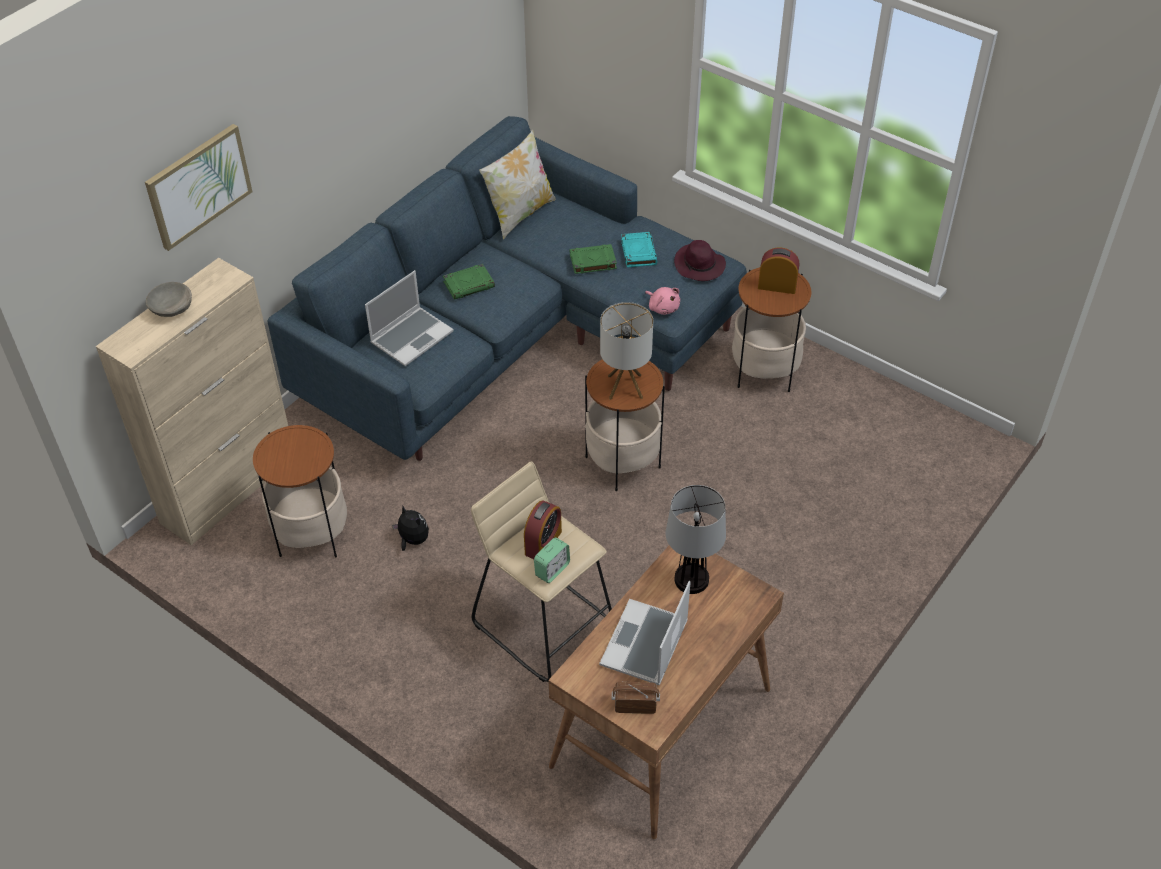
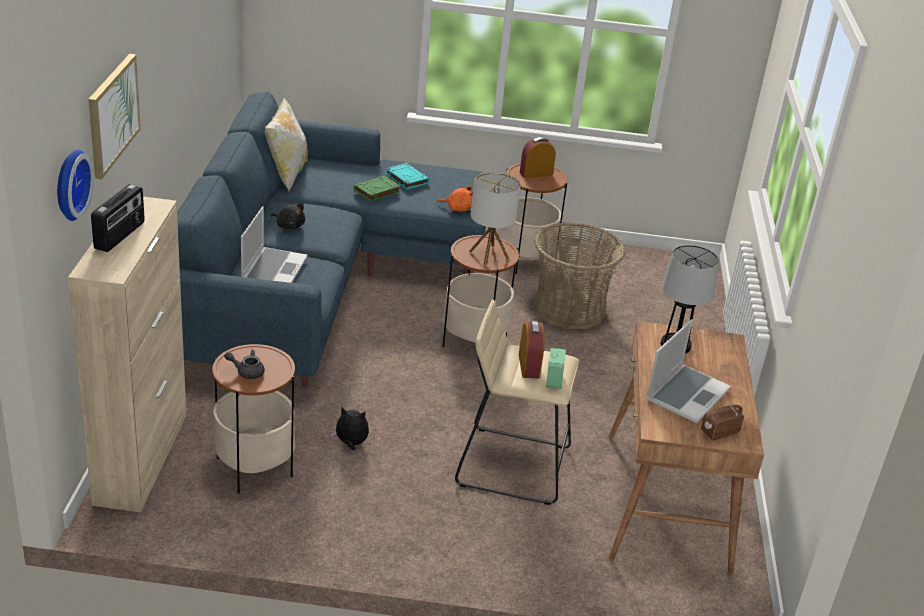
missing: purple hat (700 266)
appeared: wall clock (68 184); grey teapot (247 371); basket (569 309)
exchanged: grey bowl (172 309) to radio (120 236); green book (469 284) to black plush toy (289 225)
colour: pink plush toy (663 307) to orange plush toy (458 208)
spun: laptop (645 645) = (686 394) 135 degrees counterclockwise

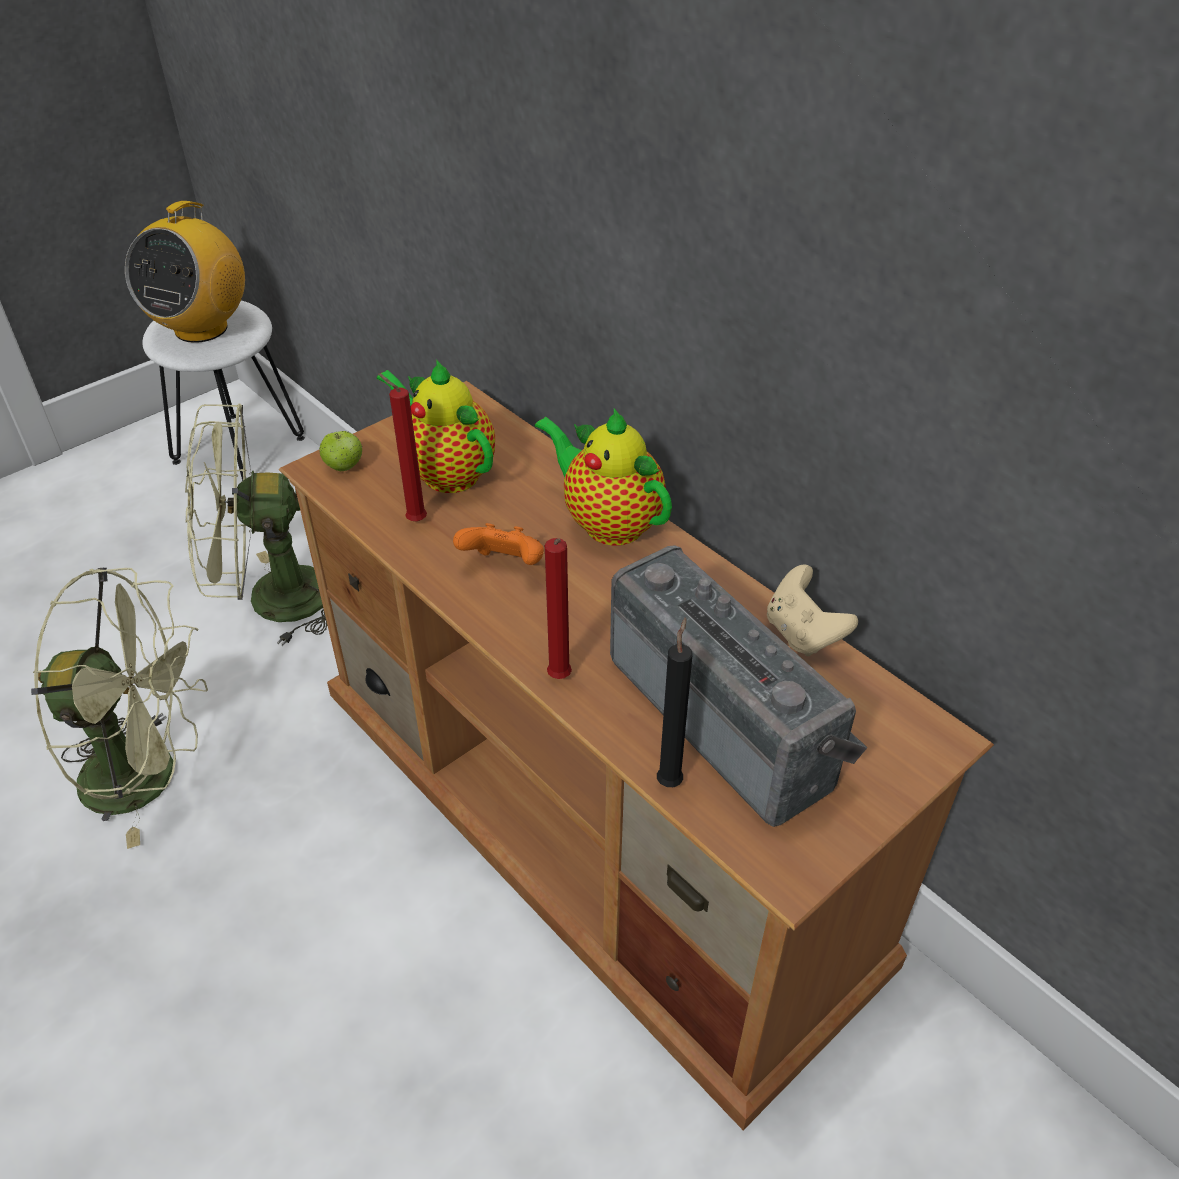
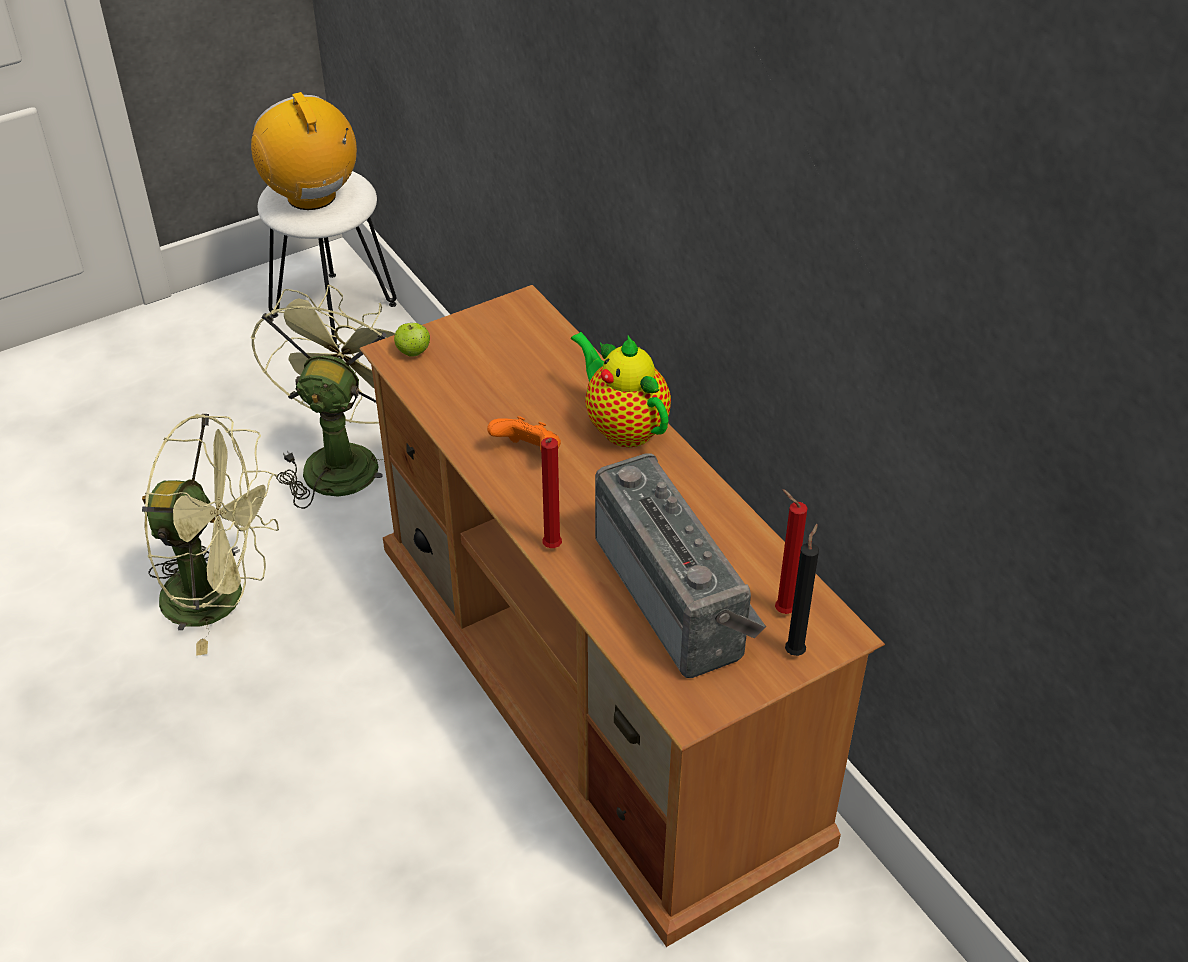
missing: teapot (446 472); beige game controller (802 634)
relocated: red candle (413 520) to (781 610); black candle (670 779) to (796 650)
spun: radio (201 328) = (312 197) 120 degrees clockwise; green fan (271 601) = (344 458) 105 degrees clockwise

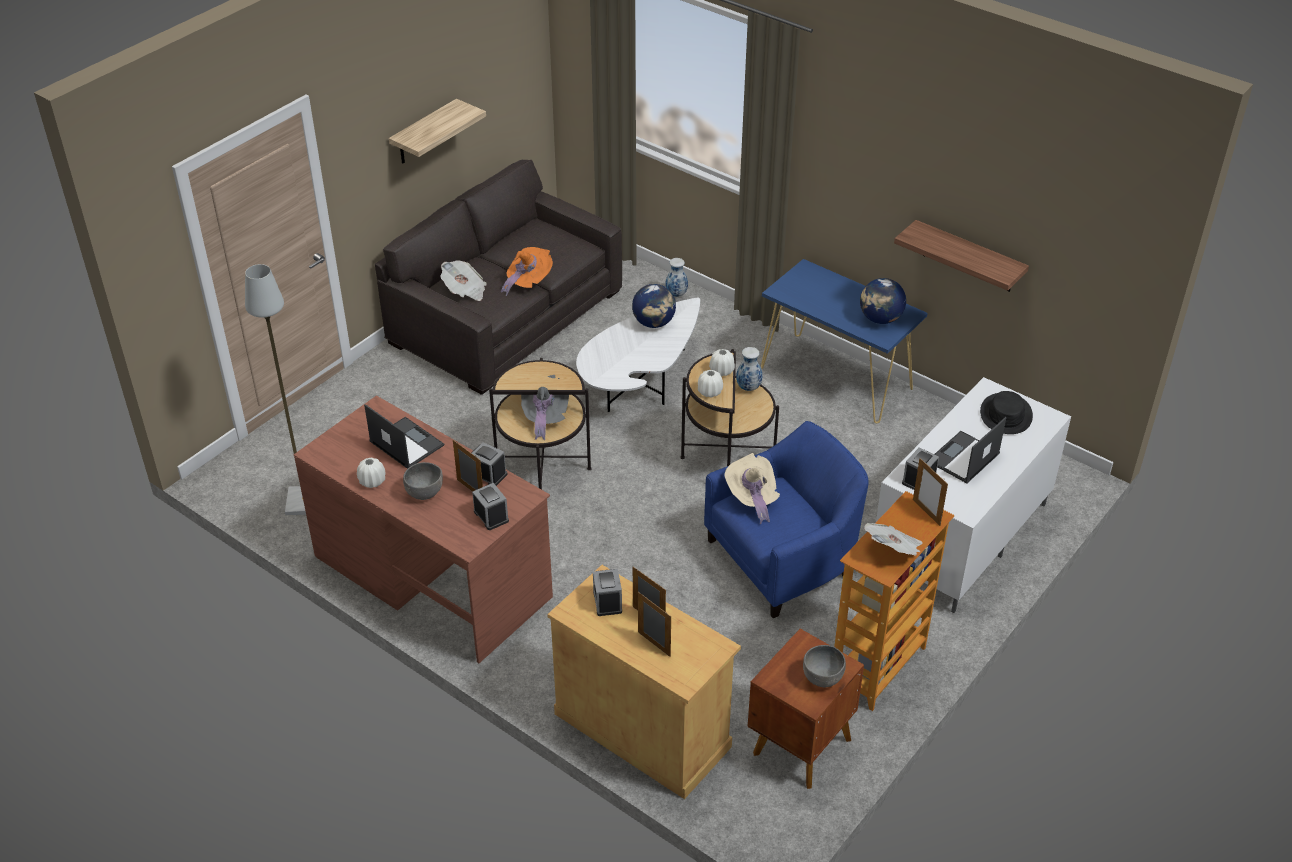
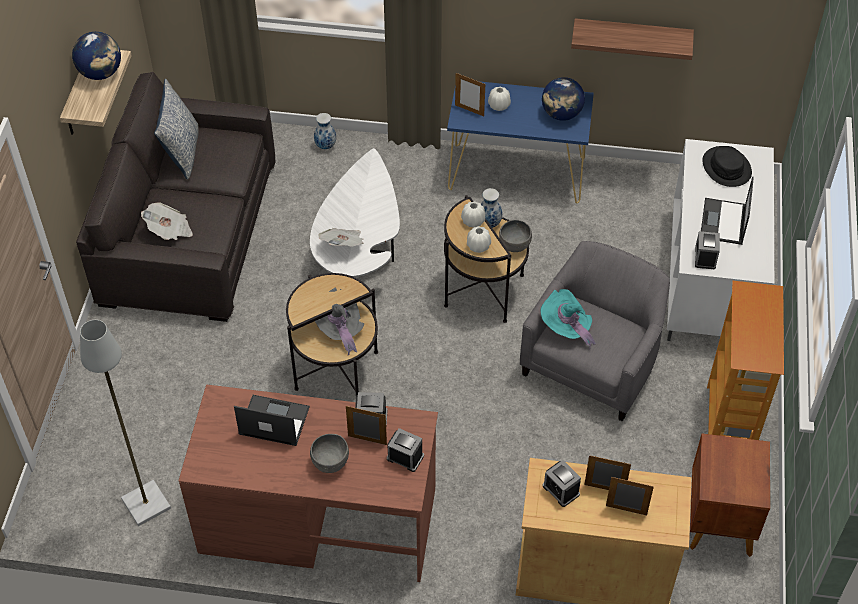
missing: orange hat (528 282)
appeared: pillow (182 152)
relocated: white vase (372 481) to (499 106); globe (654 323) to (101 73); grey bowl (822 678) to (514 246); newspaper (893 550) to (343 245); picture frame (926 512) to (469 110)
colour: blue armchair (784 558) to grey armchair (593 362); beige hat (752 498) to turquoise hat (566 328)

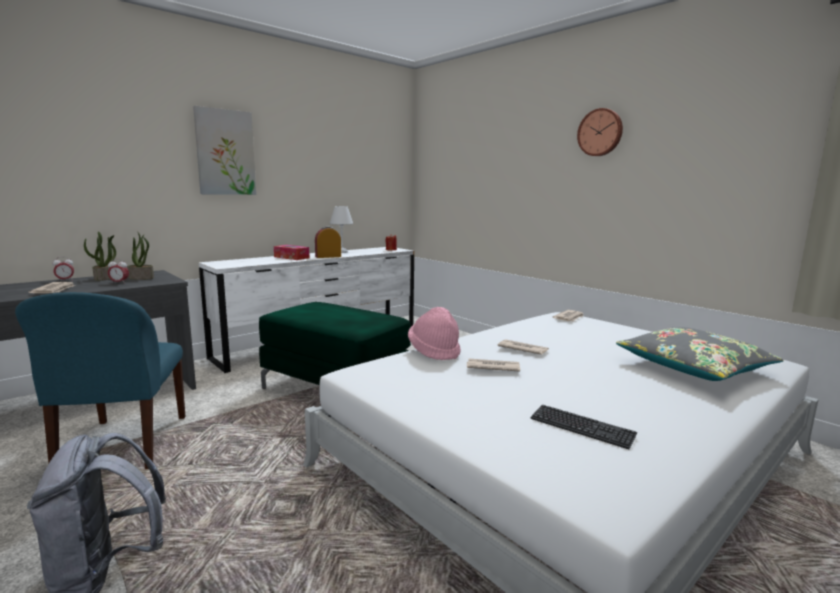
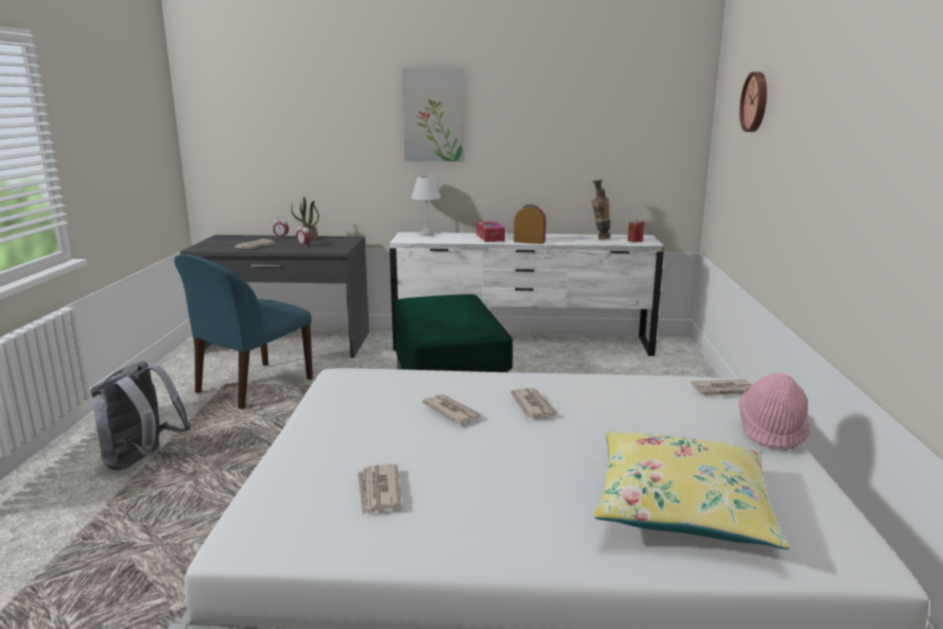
missing: potted plant (142 278)
appeared: vase (599 239)
relocated: white table lamp (341 252) to (426 234); pink hat (434 351) to (771 431); wall clock (600 132) to (756 102)
exchanged: keyboard (581 428) to newspaper (378 492)
colour: grey pillow (693 367) to yellow pillow (682 505)

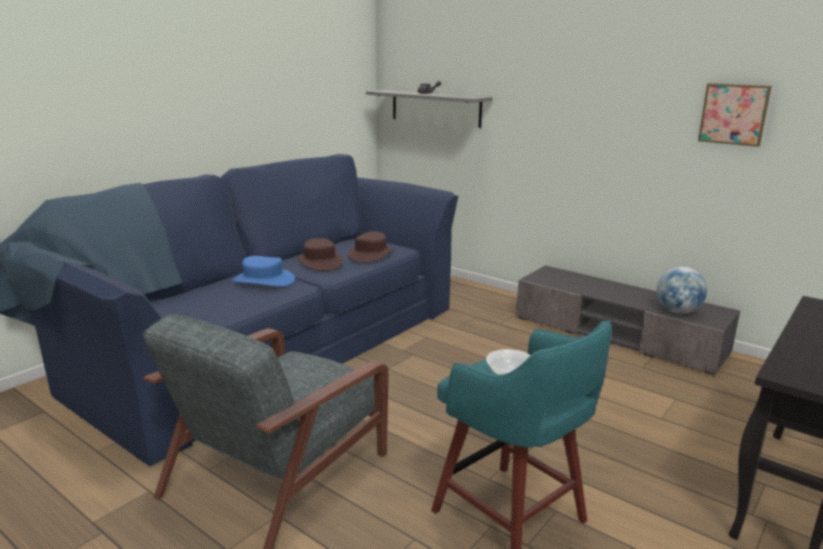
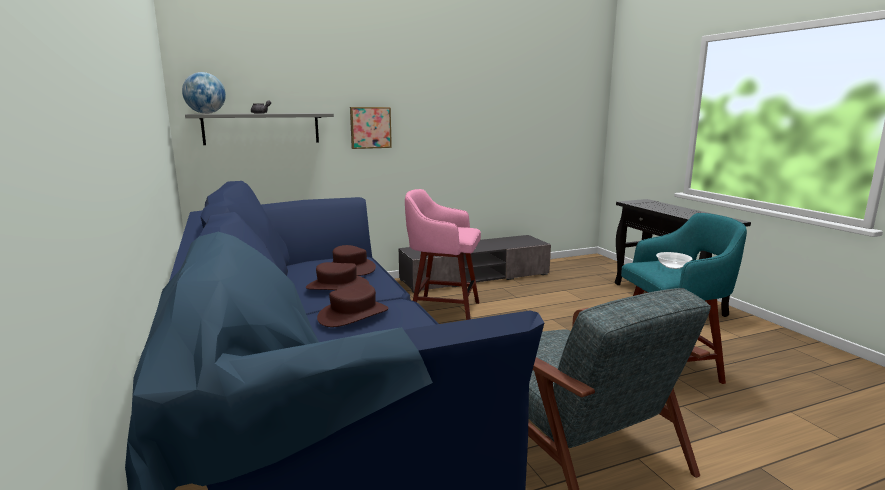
appeared: pink stool (443 310)
relocated: globe (678 311) to (206 113); picture (734 114) to (370 127)
colour: blue hat (263 280) to brown hat (353 314)

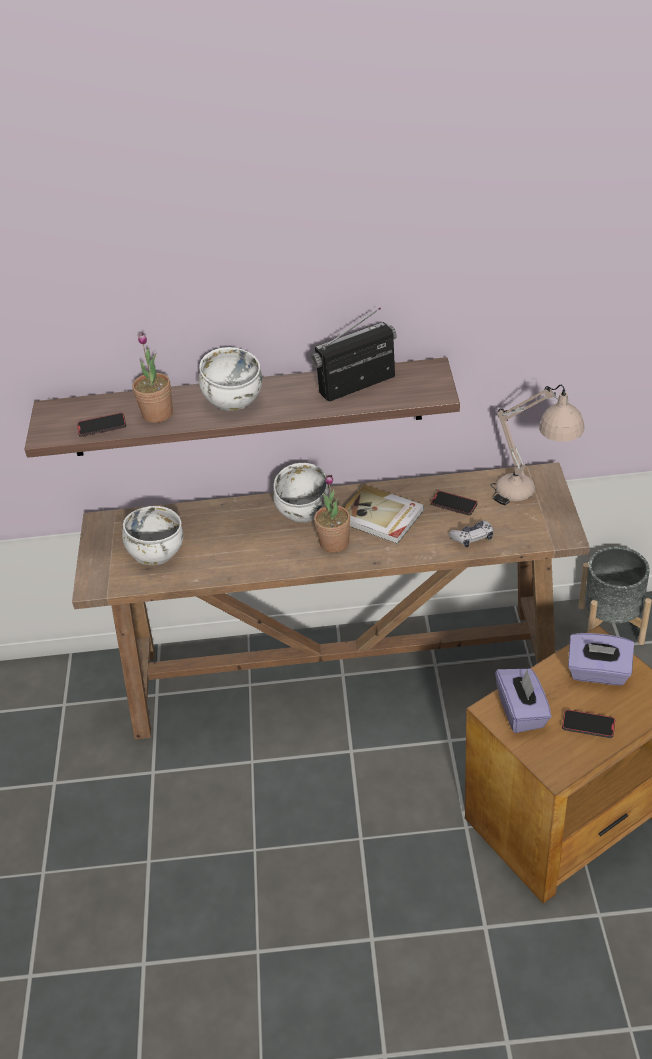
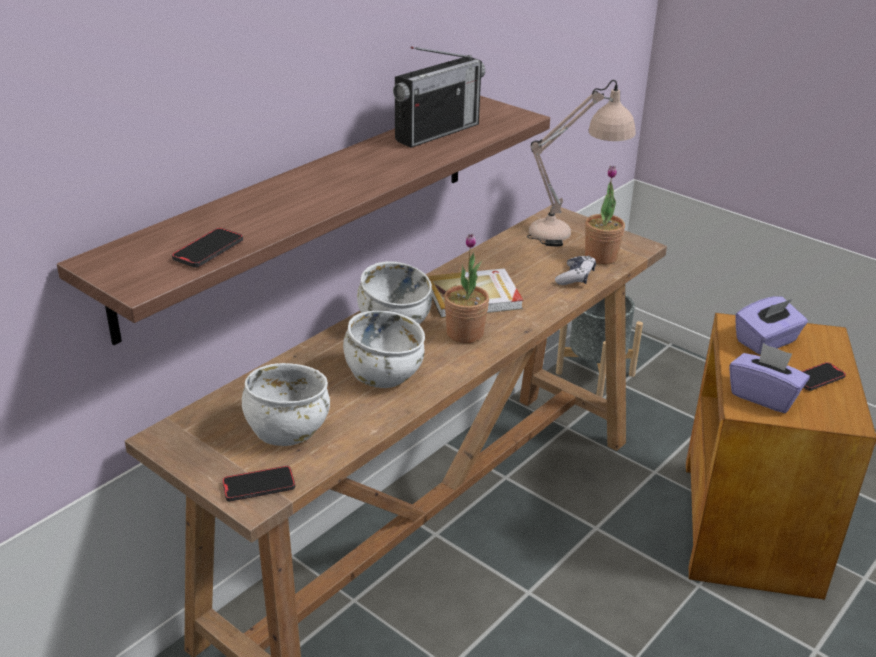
relocated: potted plant (157 414) to (601 257); white bowl (233 400) to (383 375); phone (454 504) to (259 486)
spun: radio (357 385) = (437 132) 150 degrees counterclockwise

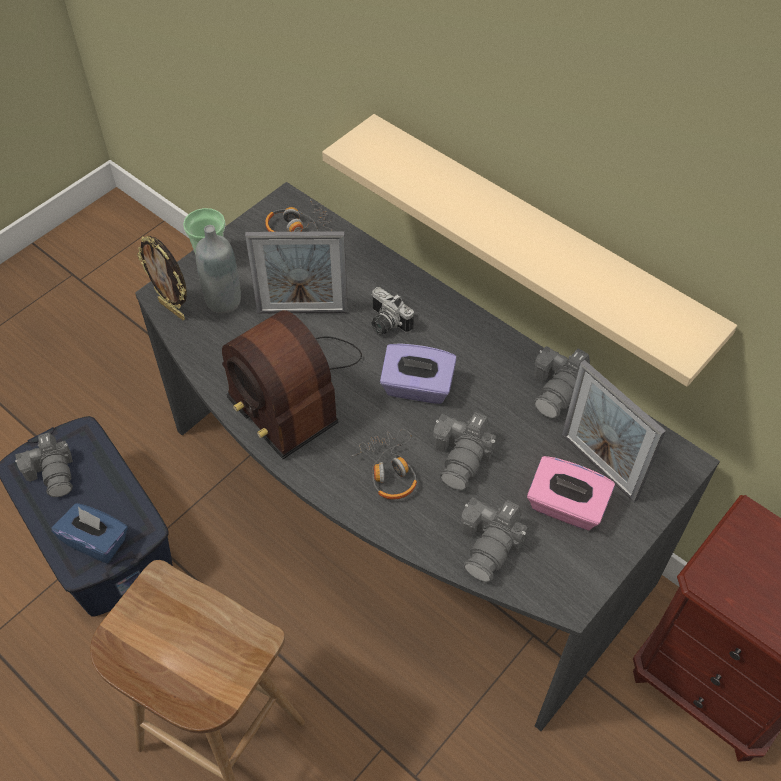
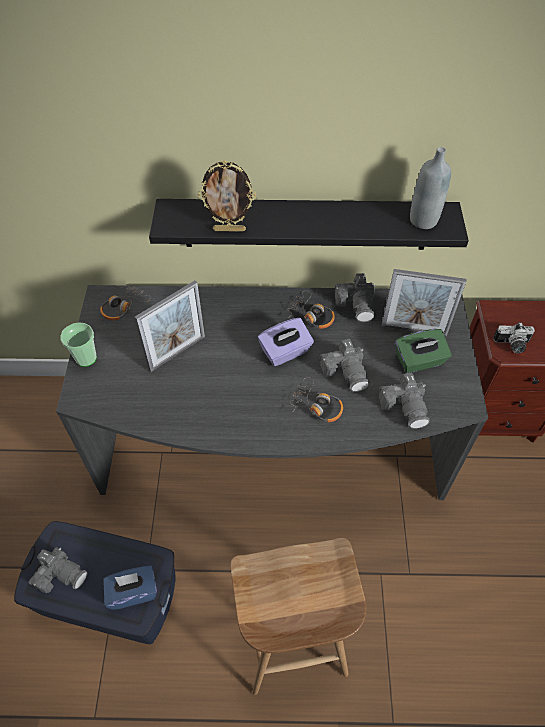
missing: radio (292 388)
appeared: headphones (311 315)
relocated: picture frame (173 309) to (229 229); grey bottle (223 301) to (423 220); photo camera (385 324) to (512 345)
colour: beige shelf (534 243) to black shelf (306 224); pink tissue box (565 507) to green tissue box (419 361)

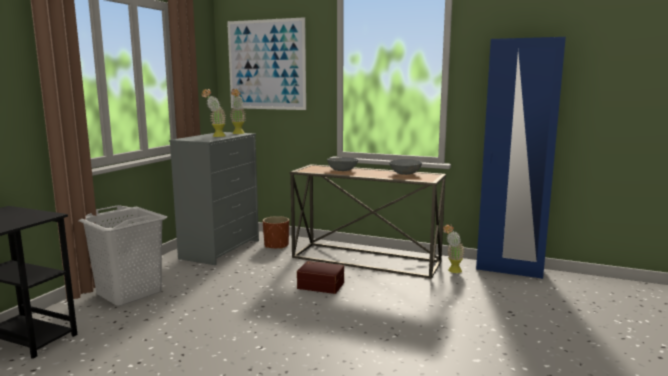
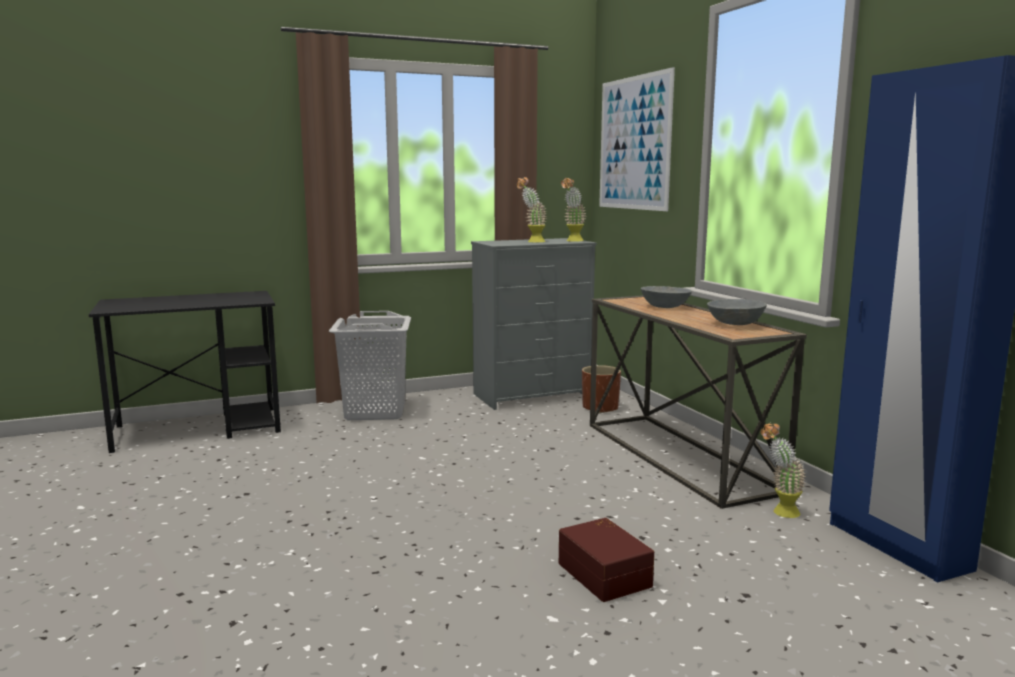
relocated: brown storage box (321 285) to (606 574)

